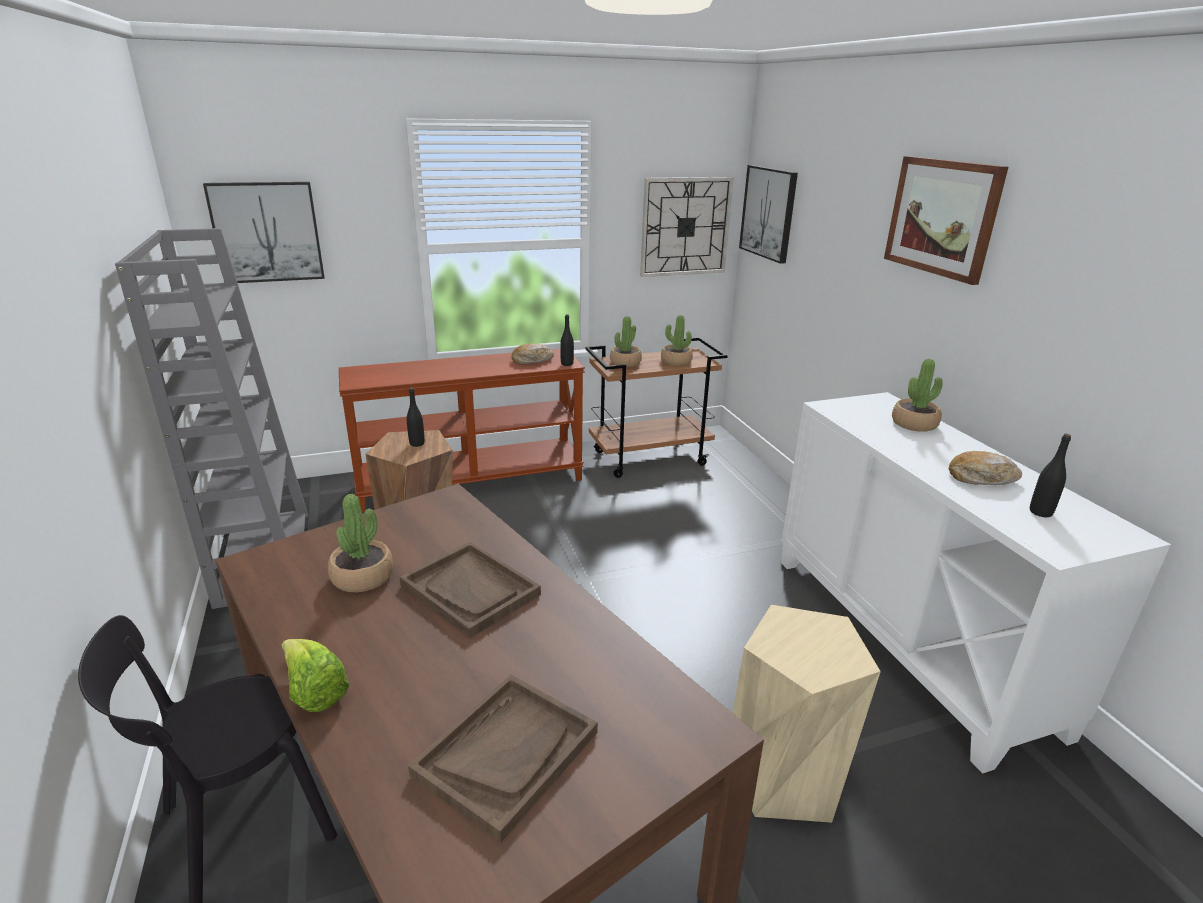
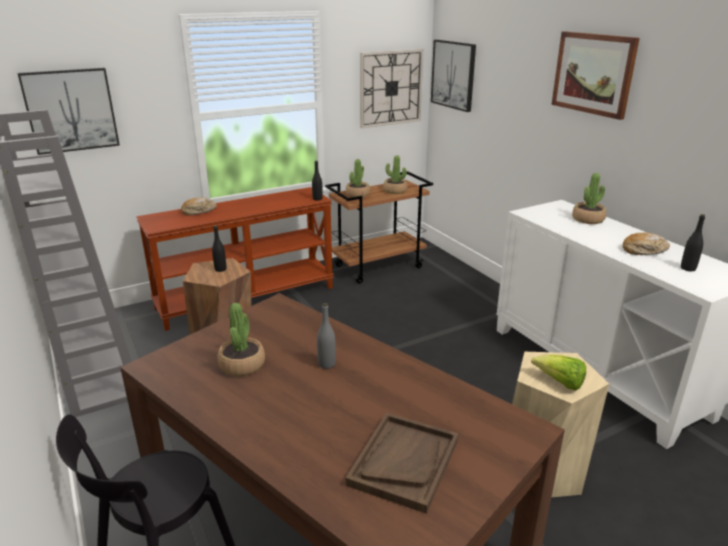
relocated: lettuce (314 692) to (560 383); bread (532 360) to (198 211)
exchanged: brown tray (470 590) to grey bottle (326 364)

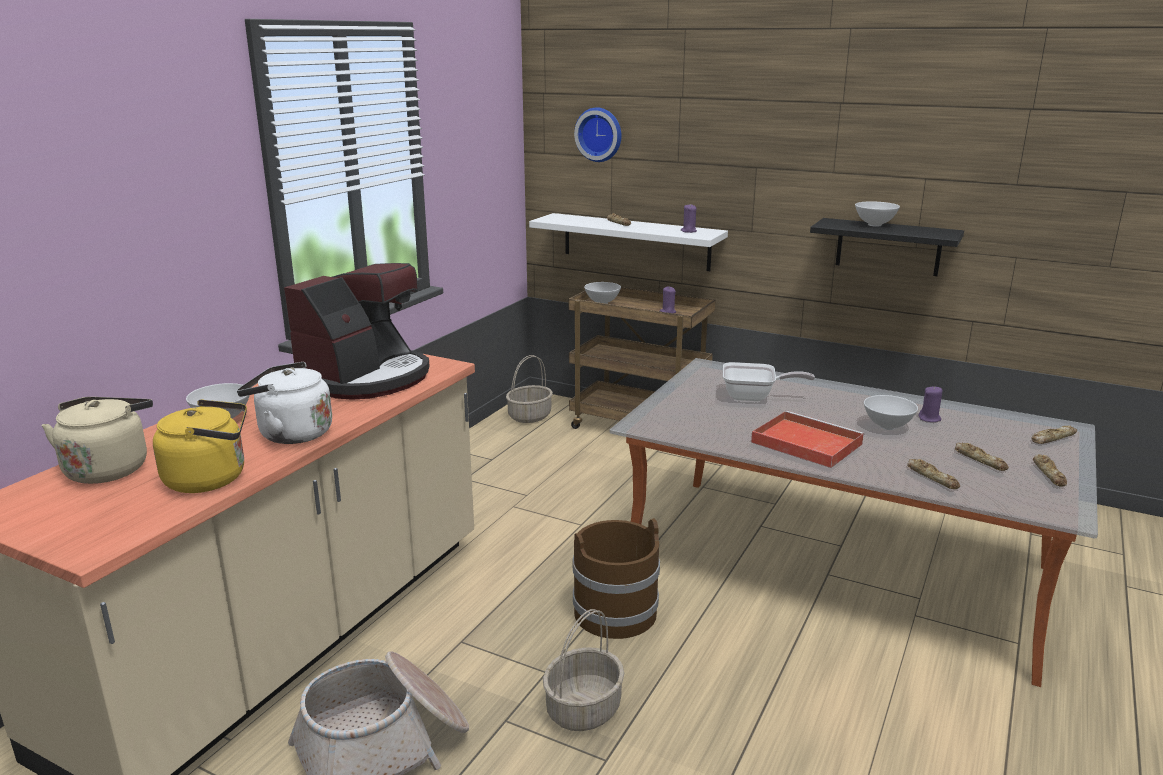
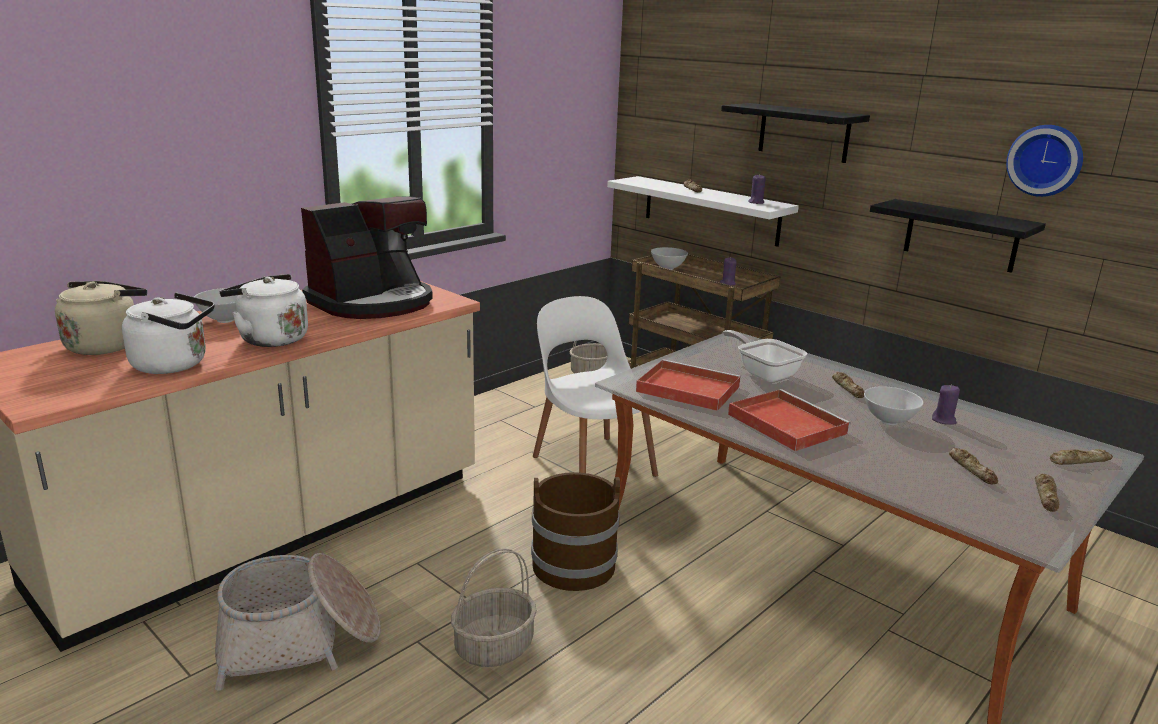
missing: white bowl (874 225)
appeared: white chair (591 463); red tray (686 389); black shelf (803 132)
relocated: wall clock (599 134) to (1045 160); bread (932 477) to (848 388)
colour: yellow kettle (211 479) to white kettle (175 365)
spun: frying pan (754 397) = (764 373) 150 degrees counterclockwise

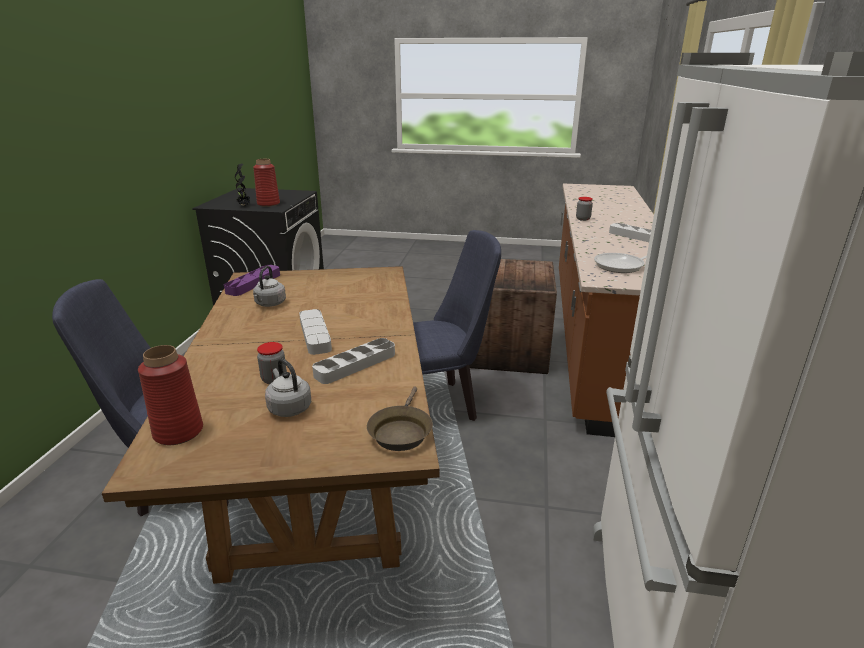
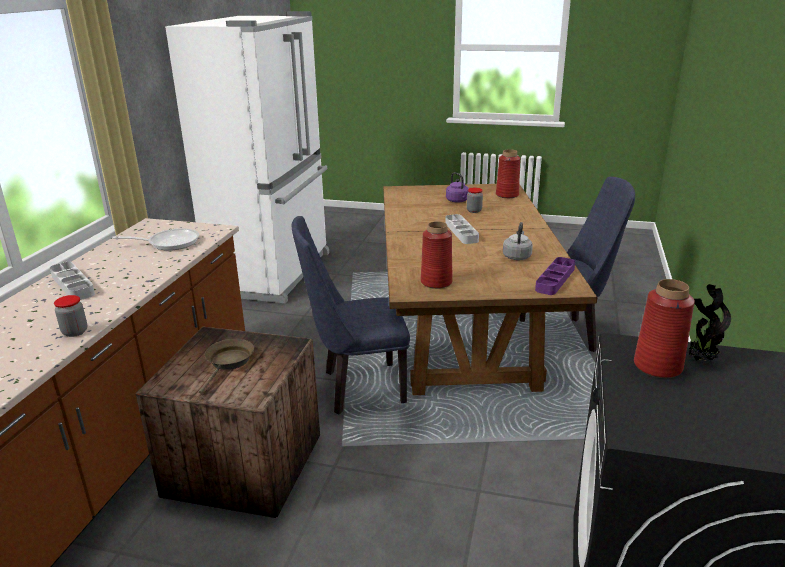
missing: grey tray (355 365)
appeared: red vase (436 282)
relocated: brown frying pan (400 431) to (228 362)
colour: grey kettle (288 407) to purple kettle (458 201)

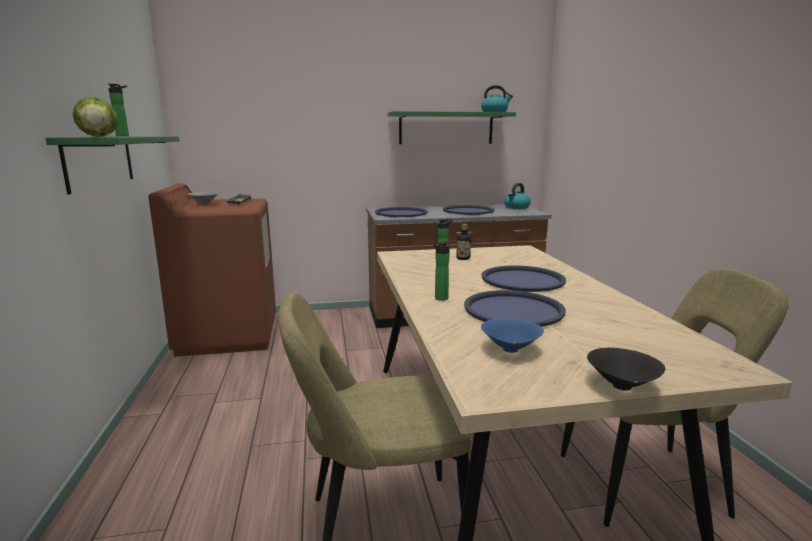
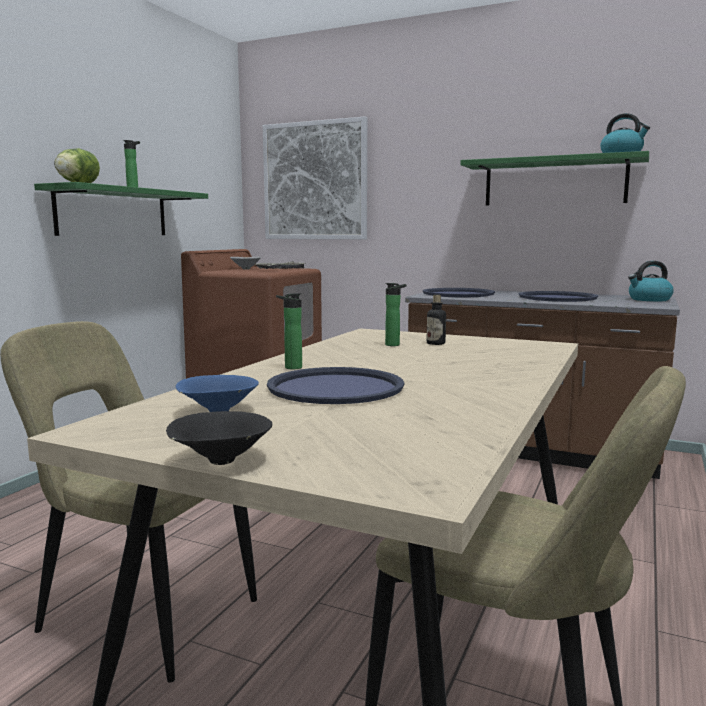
missing: blue tray (522 280)
appeared: picture (315 181)

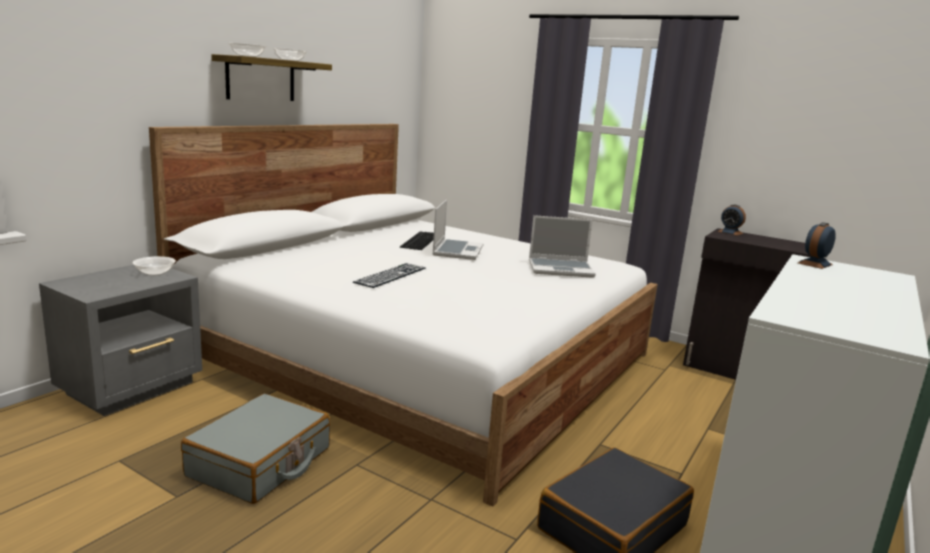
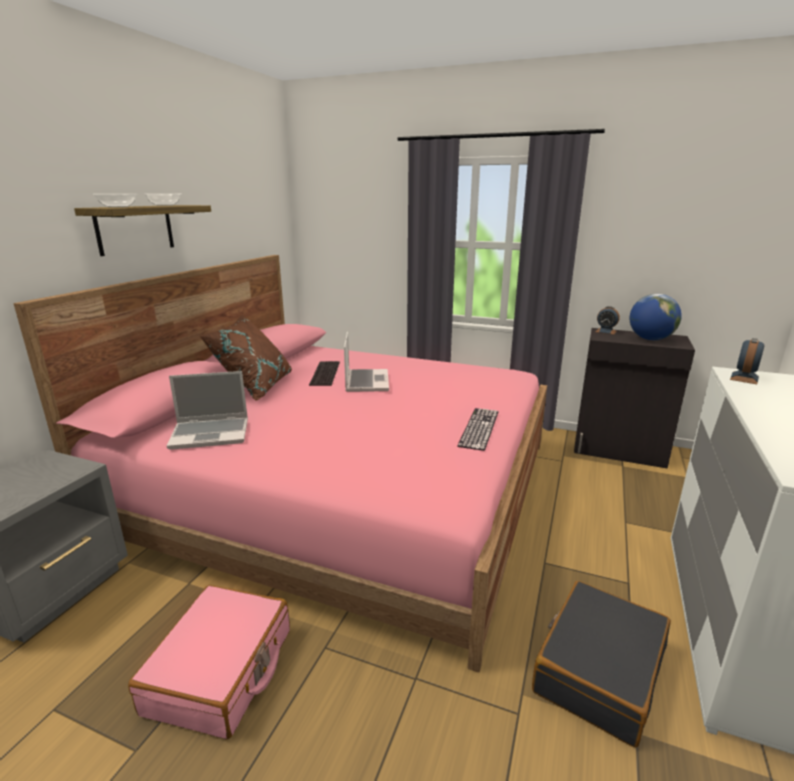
missing: bowl (155 273)
appeared: brown pillow (254 387); globe (650 339)
relocated: keyboard (390 275) to (479 428); laptop (561 269) to (211 434)
colour: white bed (421 356) to pink bed (345 486); grey suitcase (260 463) to pink suitcase (221 671)

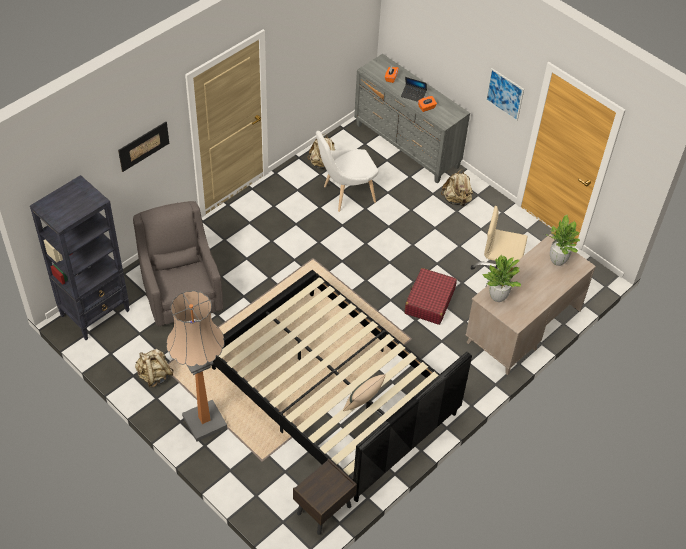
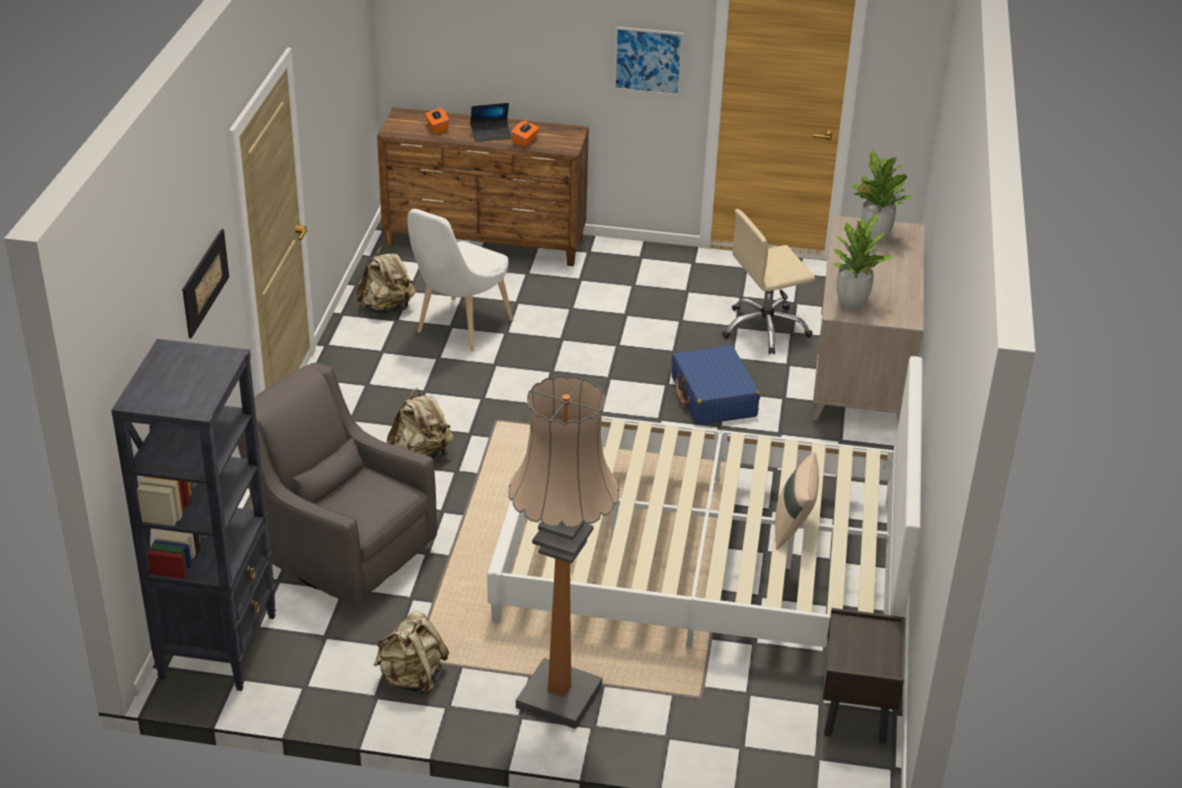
relocated: beige backpack (456 200) to (421 454)
colour: black bed (332 391) to white bed (703 562); grey dresser (406 146) to brown dresser (485 243); red suitcase (429 301) to blue suitcase (713 397)

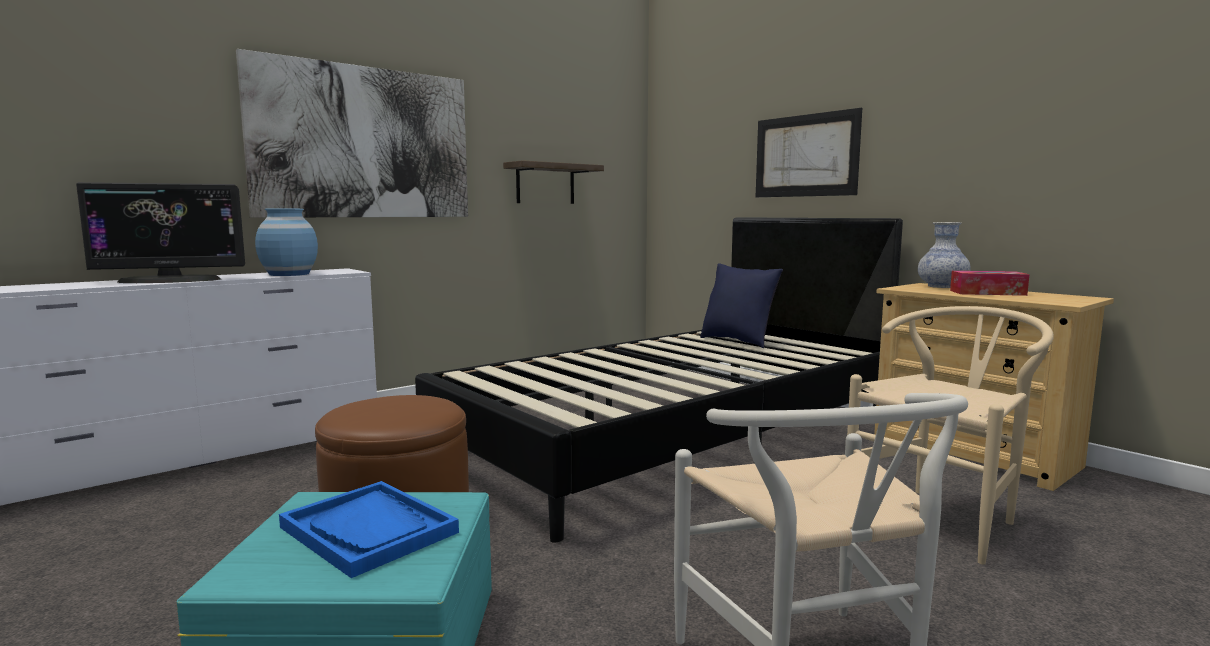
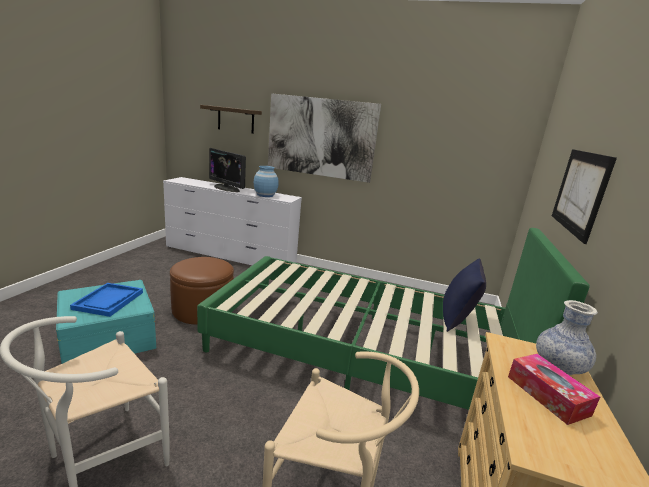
relocated: shelf (545 184) to (236 119)
colour: black bed (675 437) to green bed (361 351)

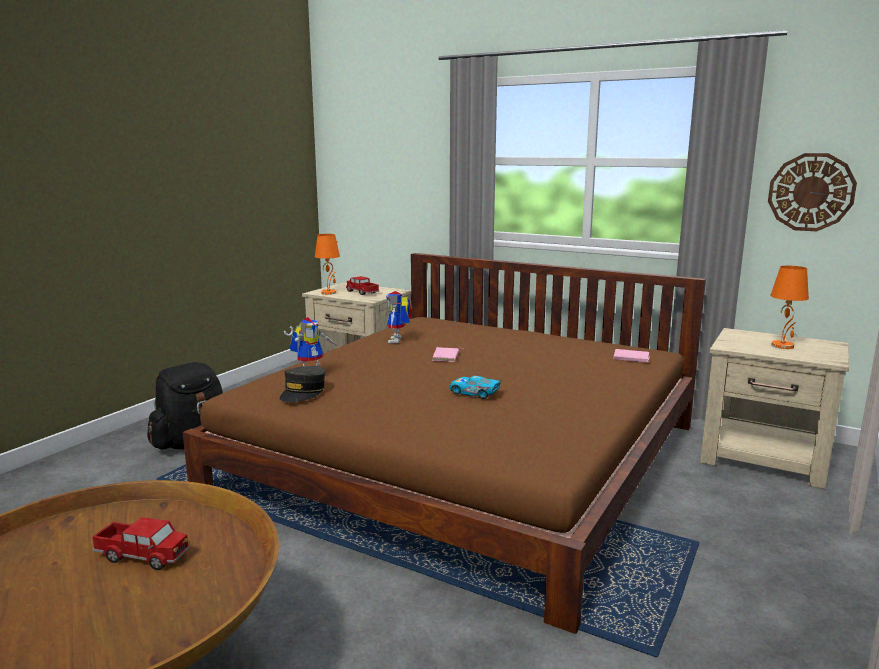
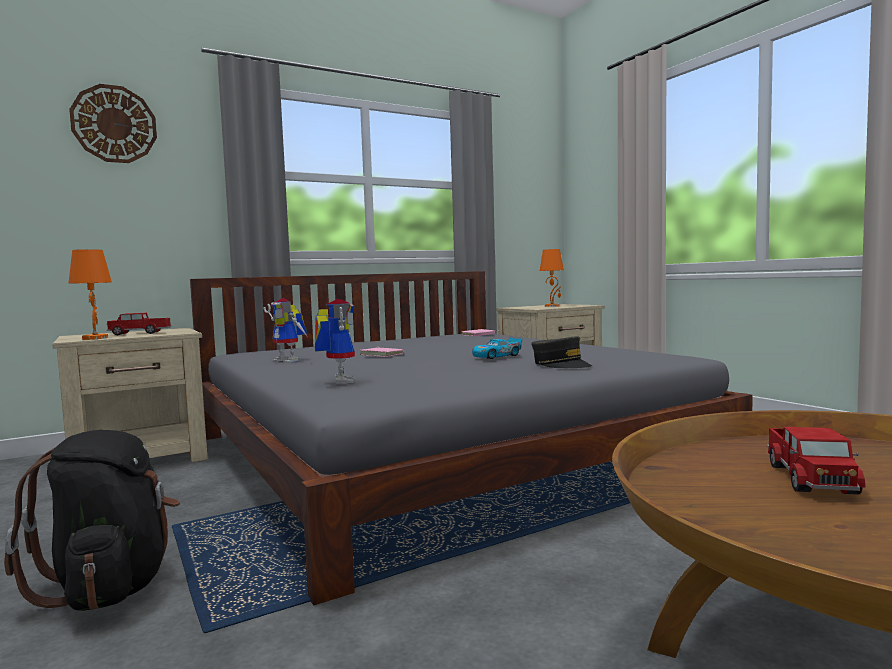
relocated: grey cap (303 392) to (561 365); wall clock (811 192) to (114 124)
colour: brown bed (466 457) to grey bed (437 451)
spun: toy truck (143 555) = (810 477) 150 degrees clockwise

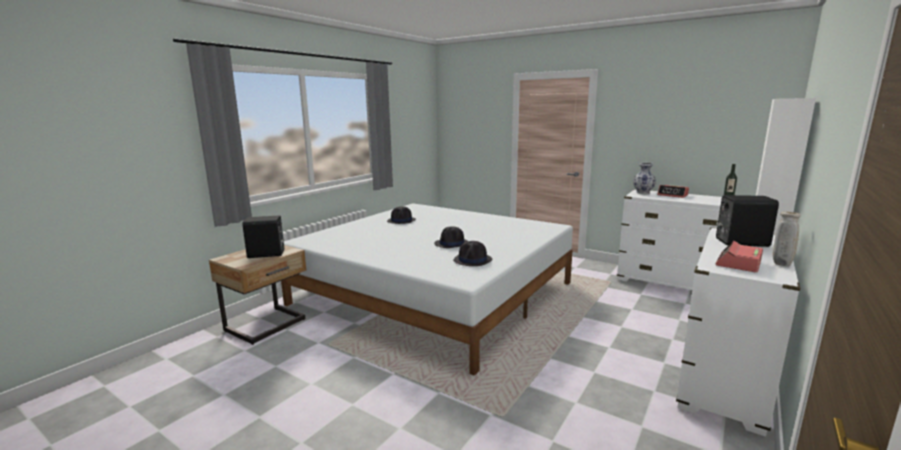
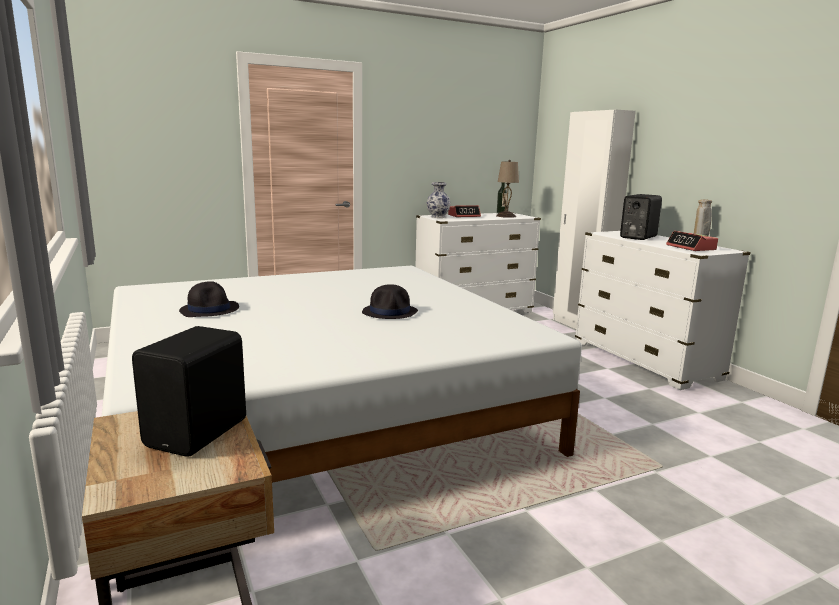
missing: black hat (473 260)
appeared: beige table lamp (506 216)

